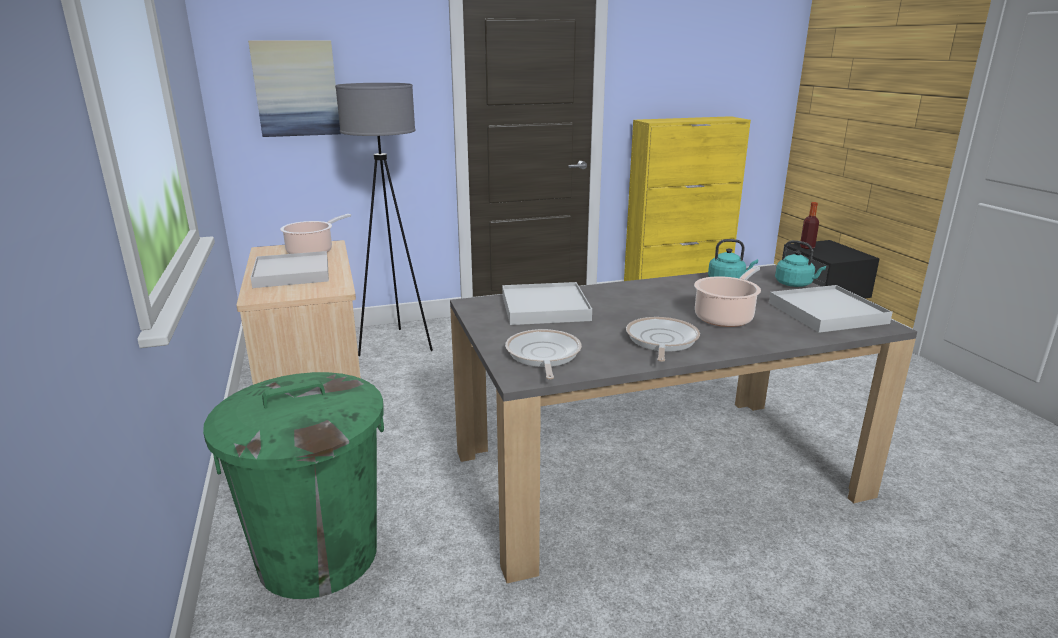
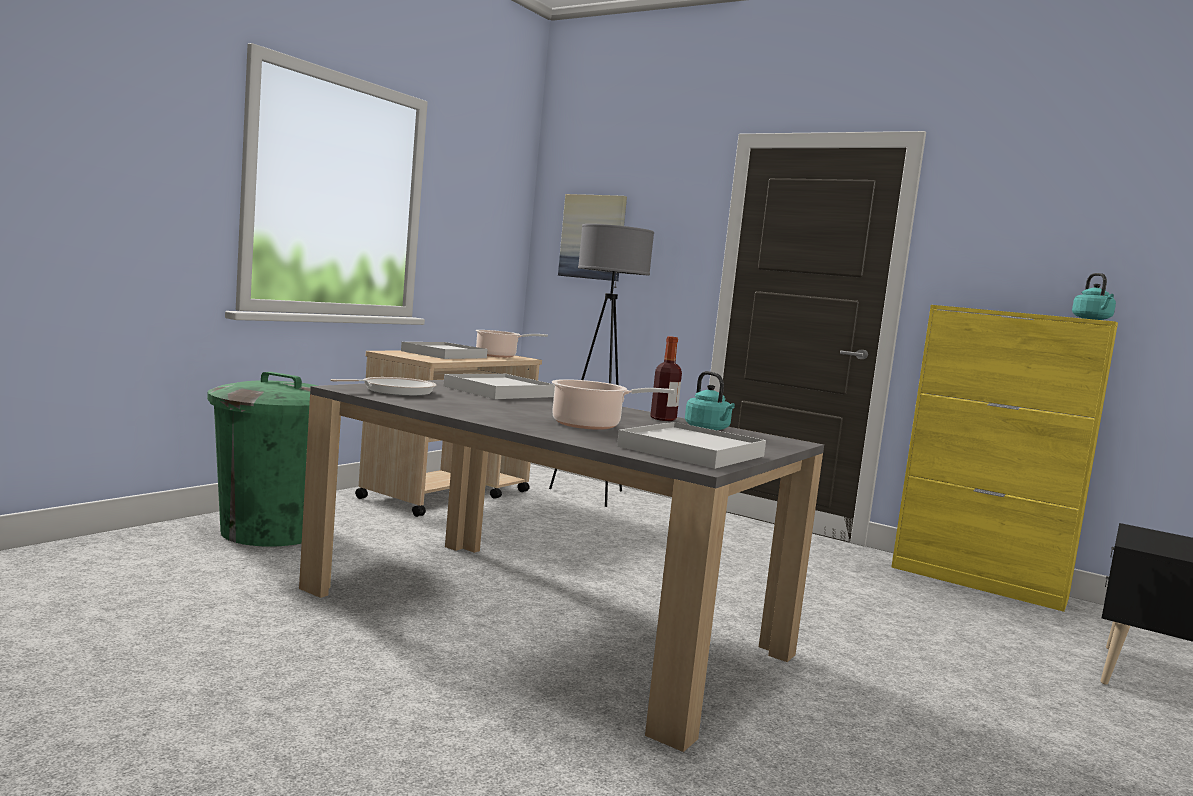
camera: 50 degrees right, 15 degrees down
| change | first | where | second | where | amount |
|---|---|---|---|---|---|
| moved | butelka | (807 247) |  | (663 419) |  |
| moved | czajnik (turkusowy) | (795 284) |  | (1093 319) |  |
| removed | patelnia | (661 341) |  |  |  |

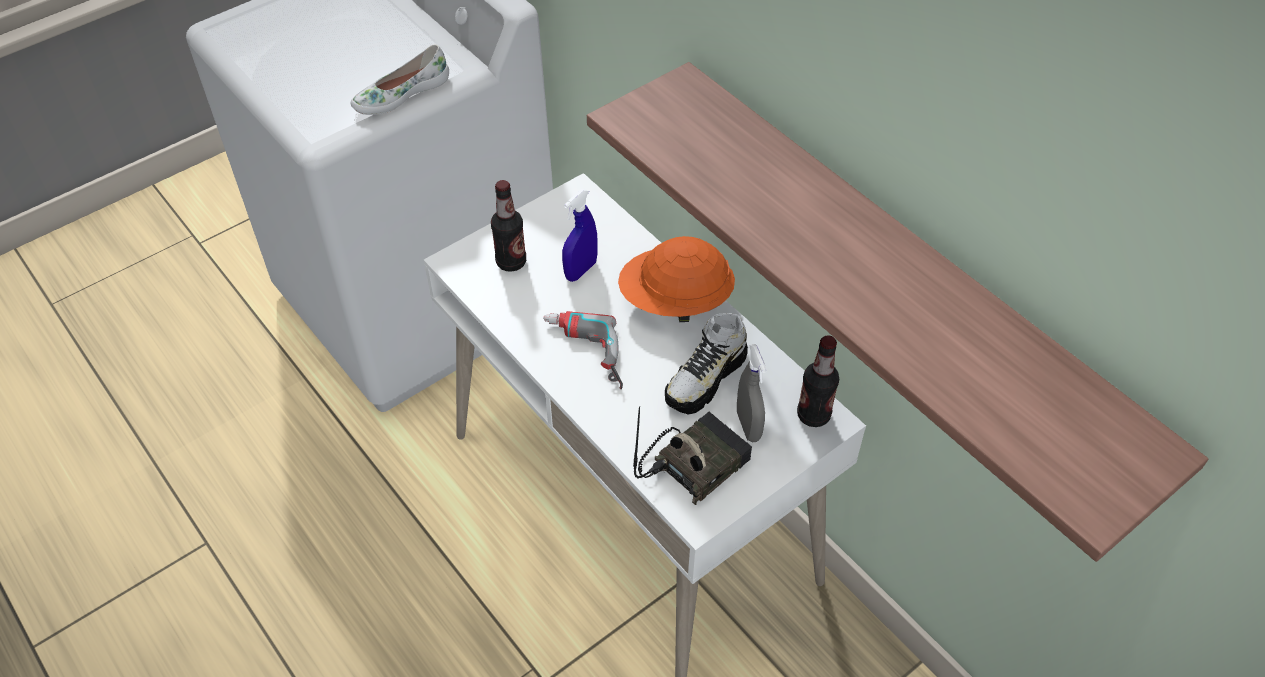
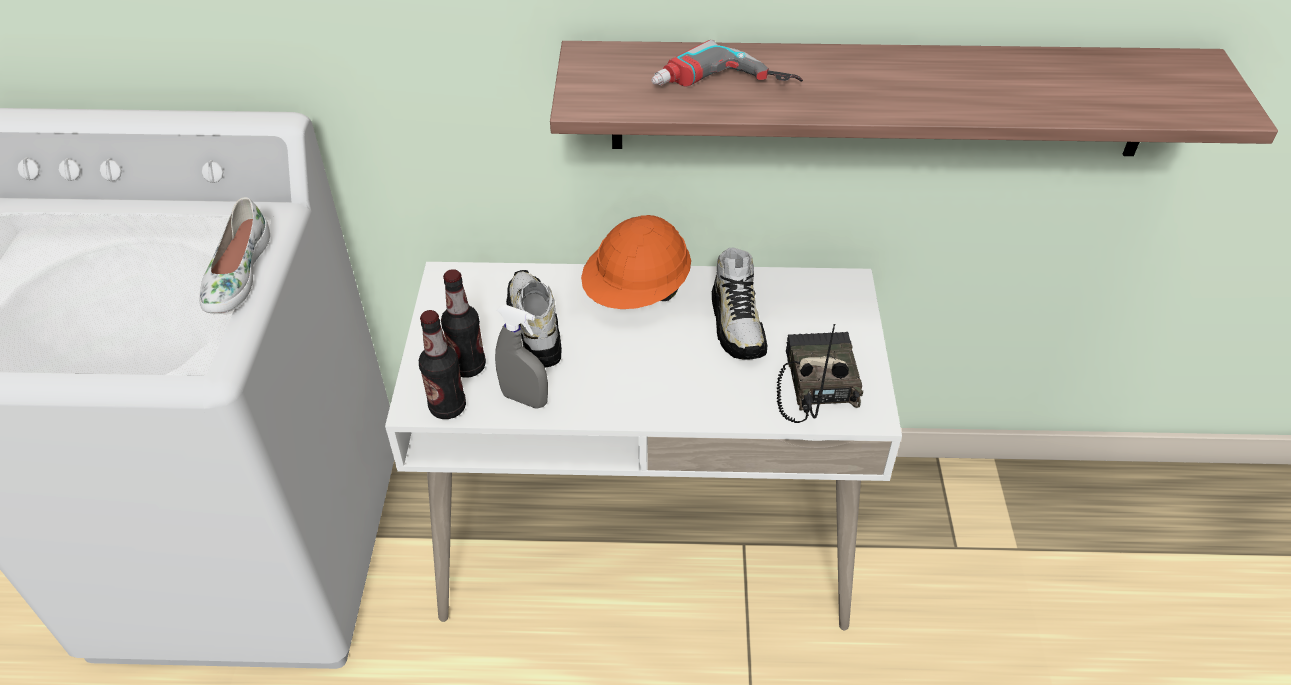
camera: 50 degrees left, 5 degrees down
| change | first | where | second | where | amount |
|---|---|---|---|---|---|
| moved | butelka | (813 415) |  | (448 407) |  |
| moved | spryskiwacz (szary) | (748 426) |  | (524 399) |  |
| replaced | spryskiwacz (niebieski) | (580 270) | but | (534 328) |  |
| moved | wiertarka | (582 355) |  | (723 88) |  |

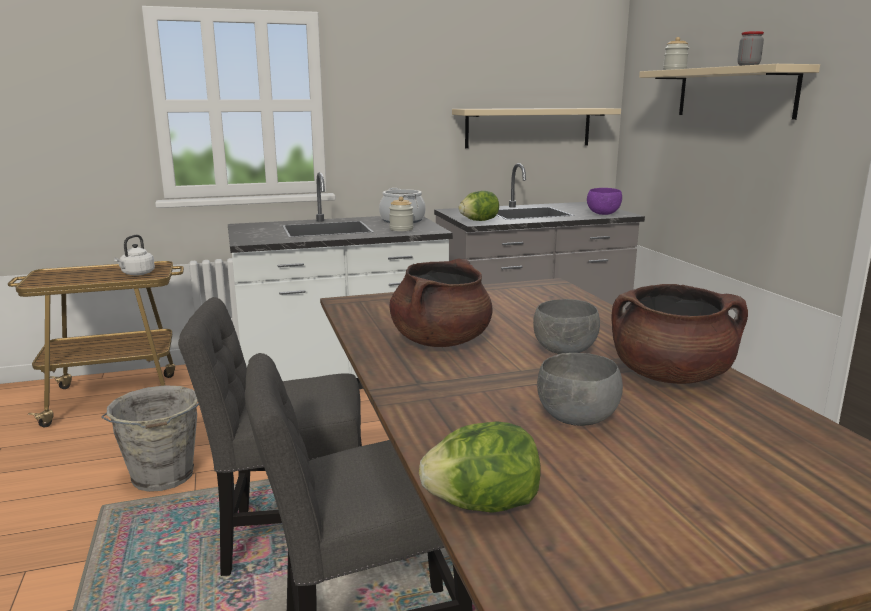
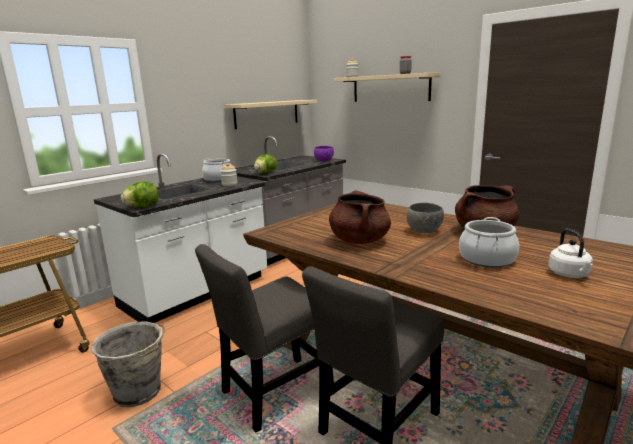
camera: 30 degrees left, 0 degrees up
| change | first | where | second | where | amount |
|---|---|---|---|---|---|
| moved | sałata | (483 505) |  | (143 207) |  |
| replaced | miska (szary) | (577 420) | garnek | (487 259) |  |
| moved | czajnik (biały) | (137 274) |  | (570 275) |  |

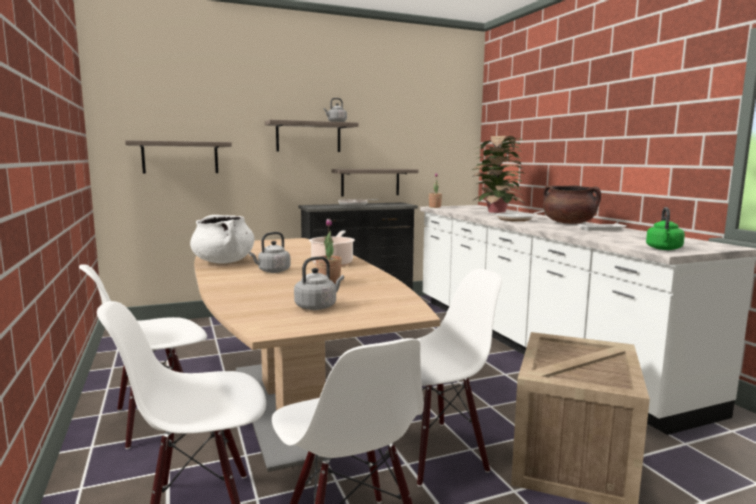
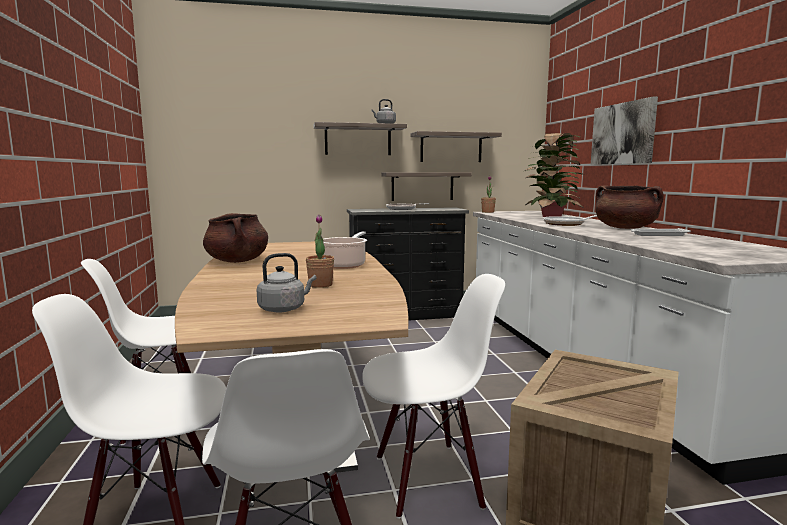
camera: 10 degrees right, 0 degrees up
| change | first | where | second | where | amount |
|---|---|---|---|---|---|
| recoloured | garnek (biały) | (224 262) | garnek (brązowy) | (237 261) |  |
| moved | półka | (180 157) |  | (451 148) |  |
| added |  |  | obraz | (623 133) |  |
| removed | czajnik (szary) | (272 271) |  |  |  |
| removed | czajnik (zielony) | (664 249) |  |  |  |

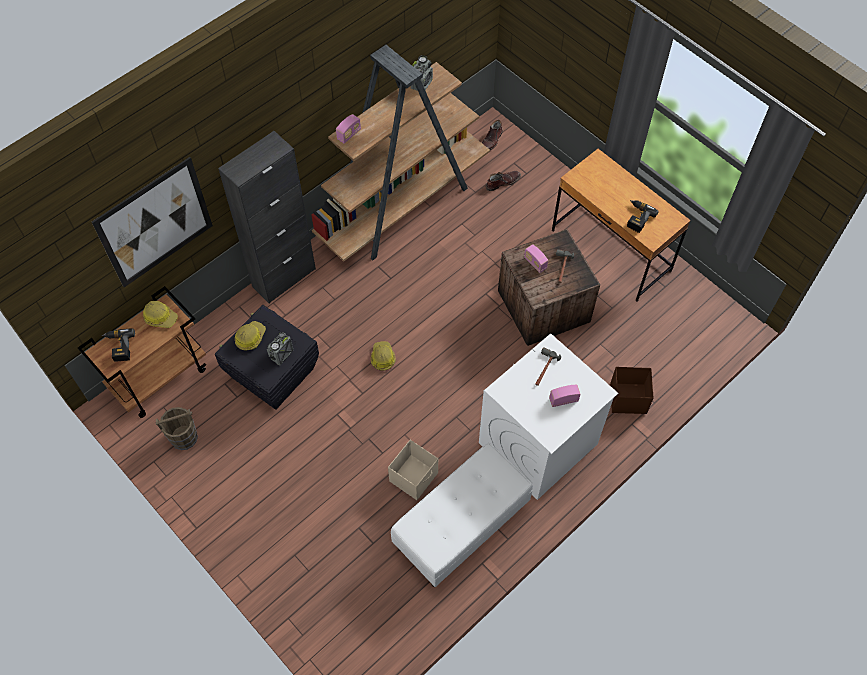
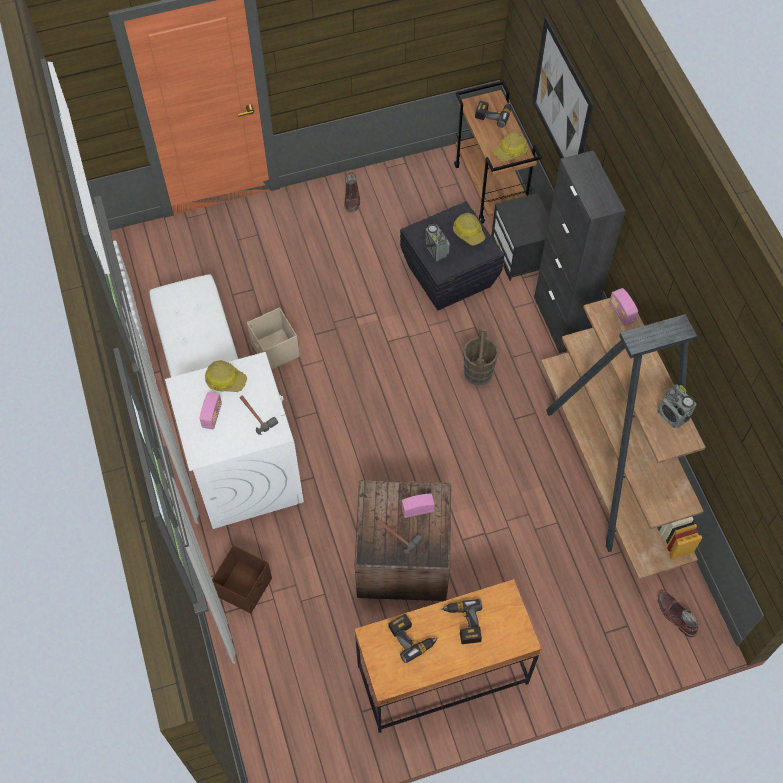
camera: 115 degrees right, 0 degrees up
| change | first | where | second | where | amount |
|---|---|---|---|---|---|
| moved | kask | (382 358) |  | (225 380) |  |
| moved | but z cholewką (brązowy) | (502 182) |  | (352 198) |  |
| added |  |  | wiertarka | (462 623) |  |
| moved | wiadro (brązowy) | (184 437) |  | (478 373) |  |
| added |  |  | szafka nocna (czarny) | (521 255) |  |

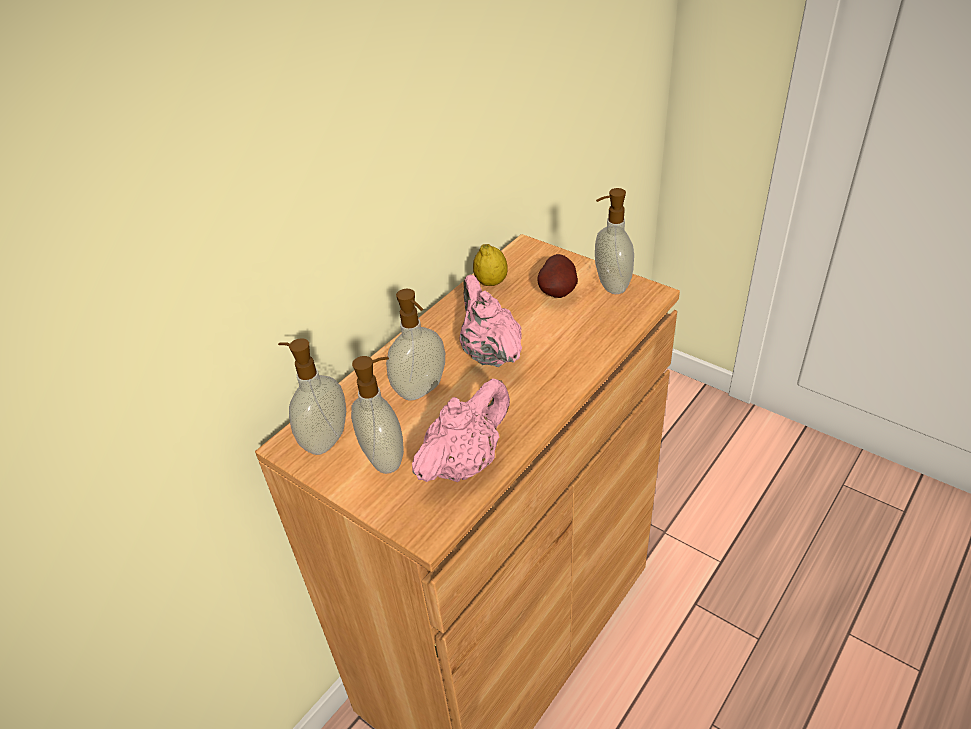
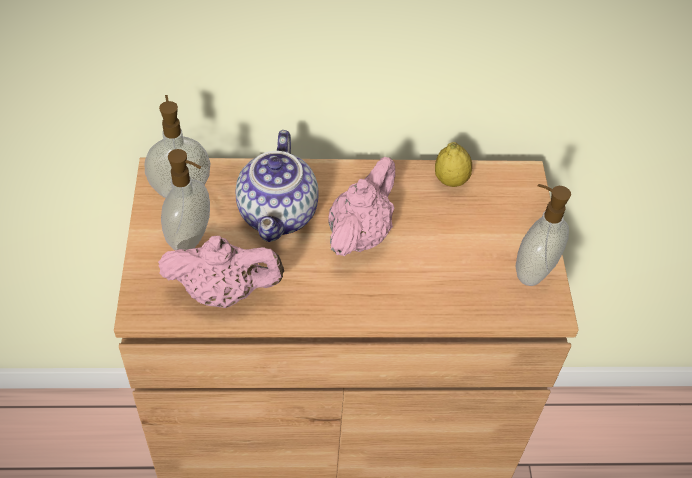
camera: 45 degrees right, 10 degrees up
| change | first | where | second | where | amount |
|---|---|---|---|---|---|
| replaced | dozownik mydła | (422 390) | imbryk | (279 215) |  |
| removed | ziemniak | (559 292) |  |  |  |

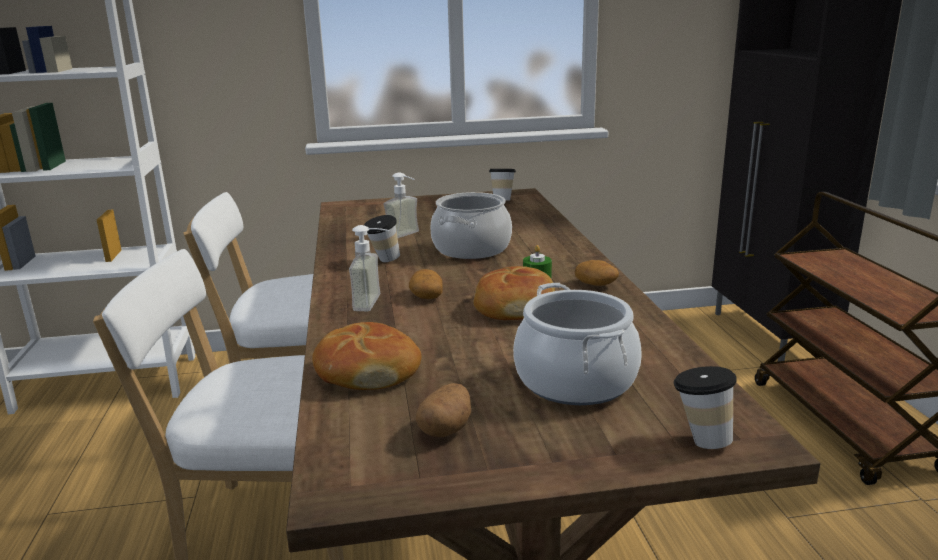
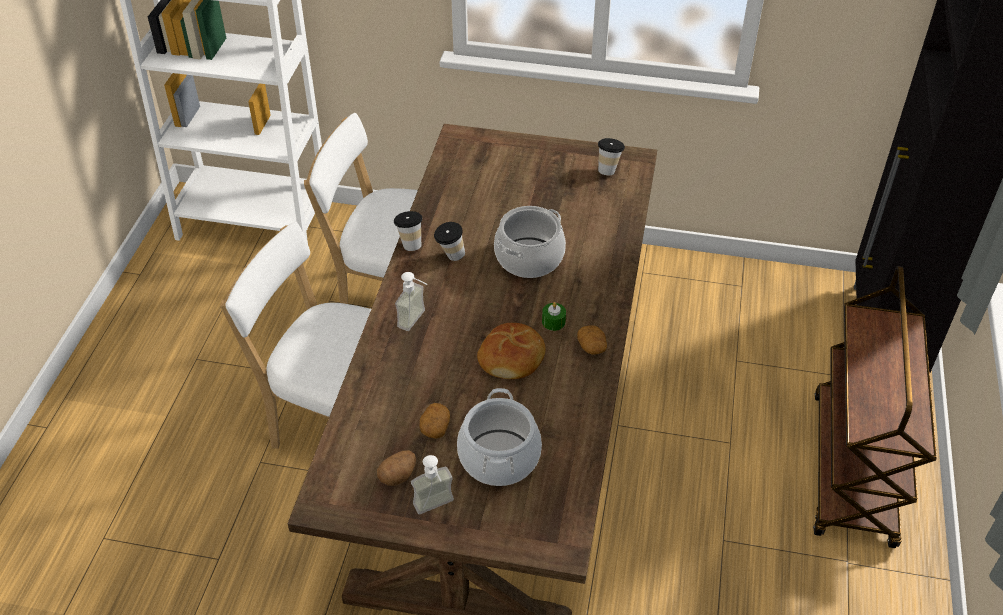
camera: 20 degrees right, 25 degrees up
| change | first | where | second | where | amount |
|---|---|---|---|---|---|
| moved | filiżanka | (700 439) |  | (410 244) |  |
| moved | dozownik mydła | (407 236) |  | (436 508) |  |
| moved | ziemniak | (426 295) |  | (435 427) |  |
| removed | chleb | (367 371) |  |  |  |

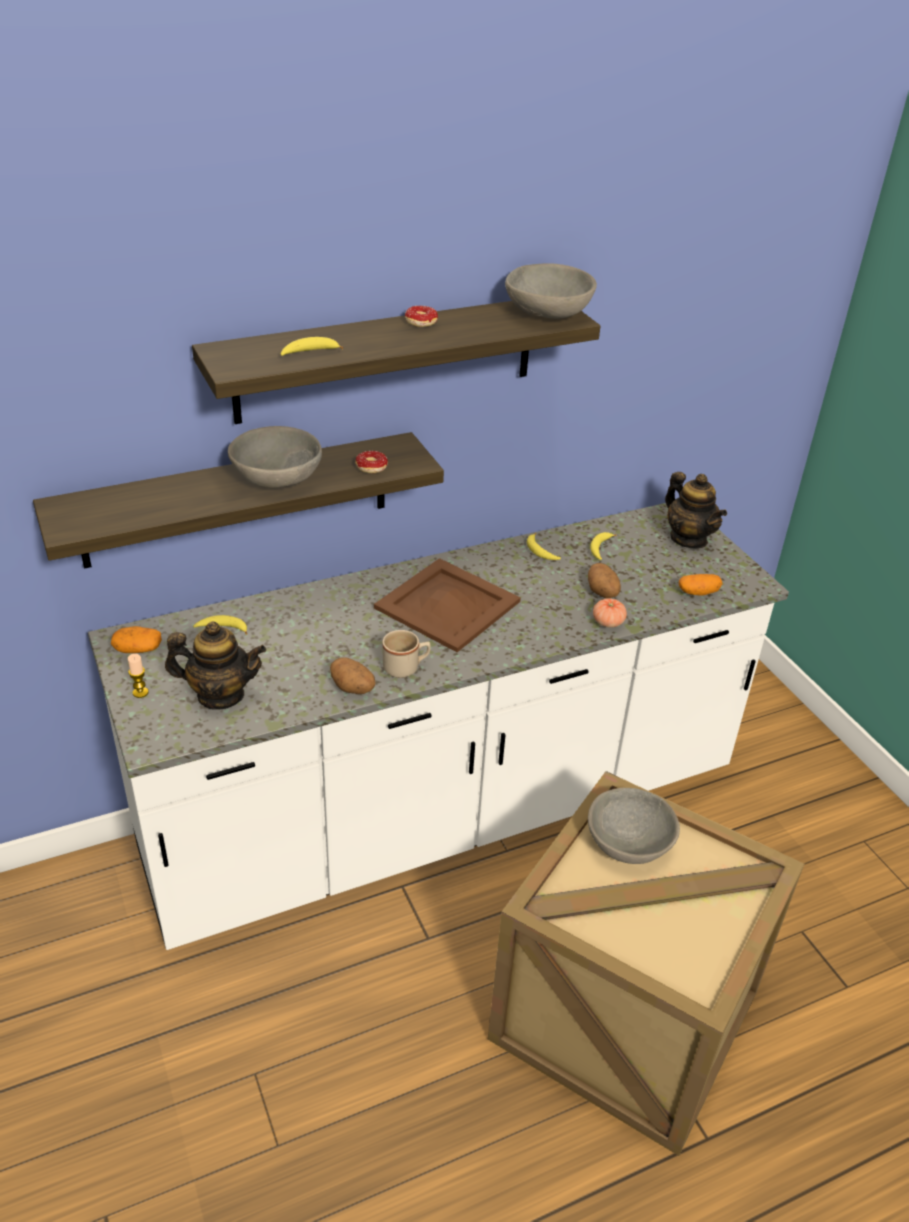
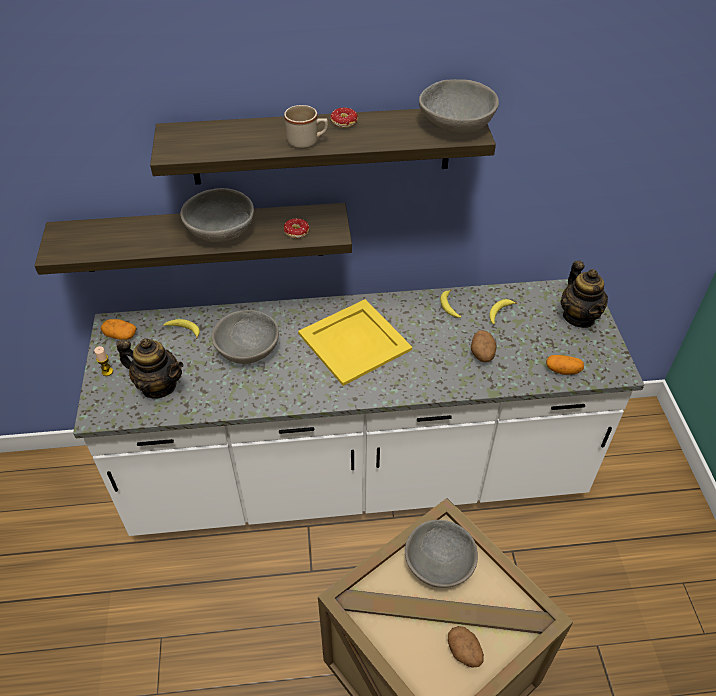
camera: 20 degrees right, 10 degrees up
| change | first | where | second | where | amount |
|---|---|---|---|---|---|
| added |  |  | miska (szary) | (249 349) |  |
| moved | kubek (beżowy) | (406 668) |  | (307 142) |  |
| recoloured | taca (brązowy) | (447 604) | taca (żółty) | (354 341) |  |
| moved | ziemniak | (353 688) |  | (464 652) |  |
| removed | banan | (309 353) |  |  |  |
| removed | pomidor | (608 622) |  |  |  |

